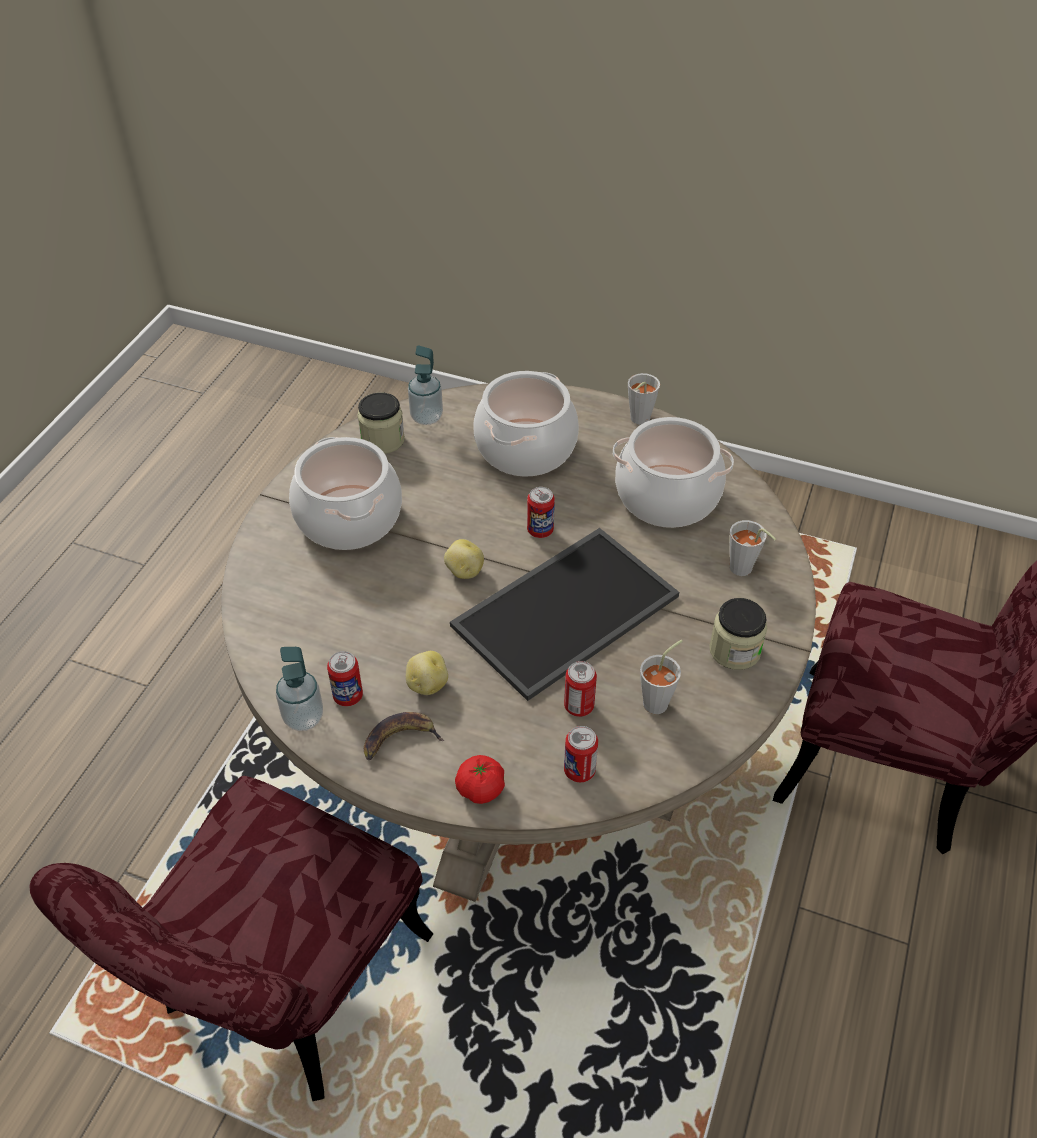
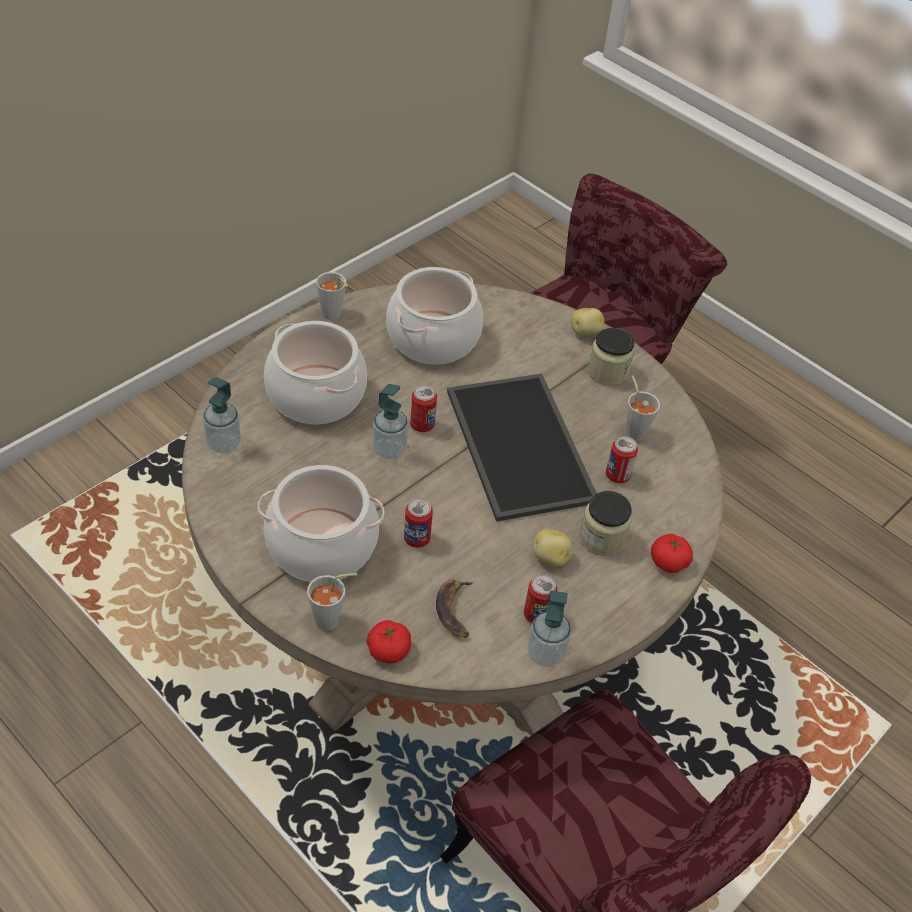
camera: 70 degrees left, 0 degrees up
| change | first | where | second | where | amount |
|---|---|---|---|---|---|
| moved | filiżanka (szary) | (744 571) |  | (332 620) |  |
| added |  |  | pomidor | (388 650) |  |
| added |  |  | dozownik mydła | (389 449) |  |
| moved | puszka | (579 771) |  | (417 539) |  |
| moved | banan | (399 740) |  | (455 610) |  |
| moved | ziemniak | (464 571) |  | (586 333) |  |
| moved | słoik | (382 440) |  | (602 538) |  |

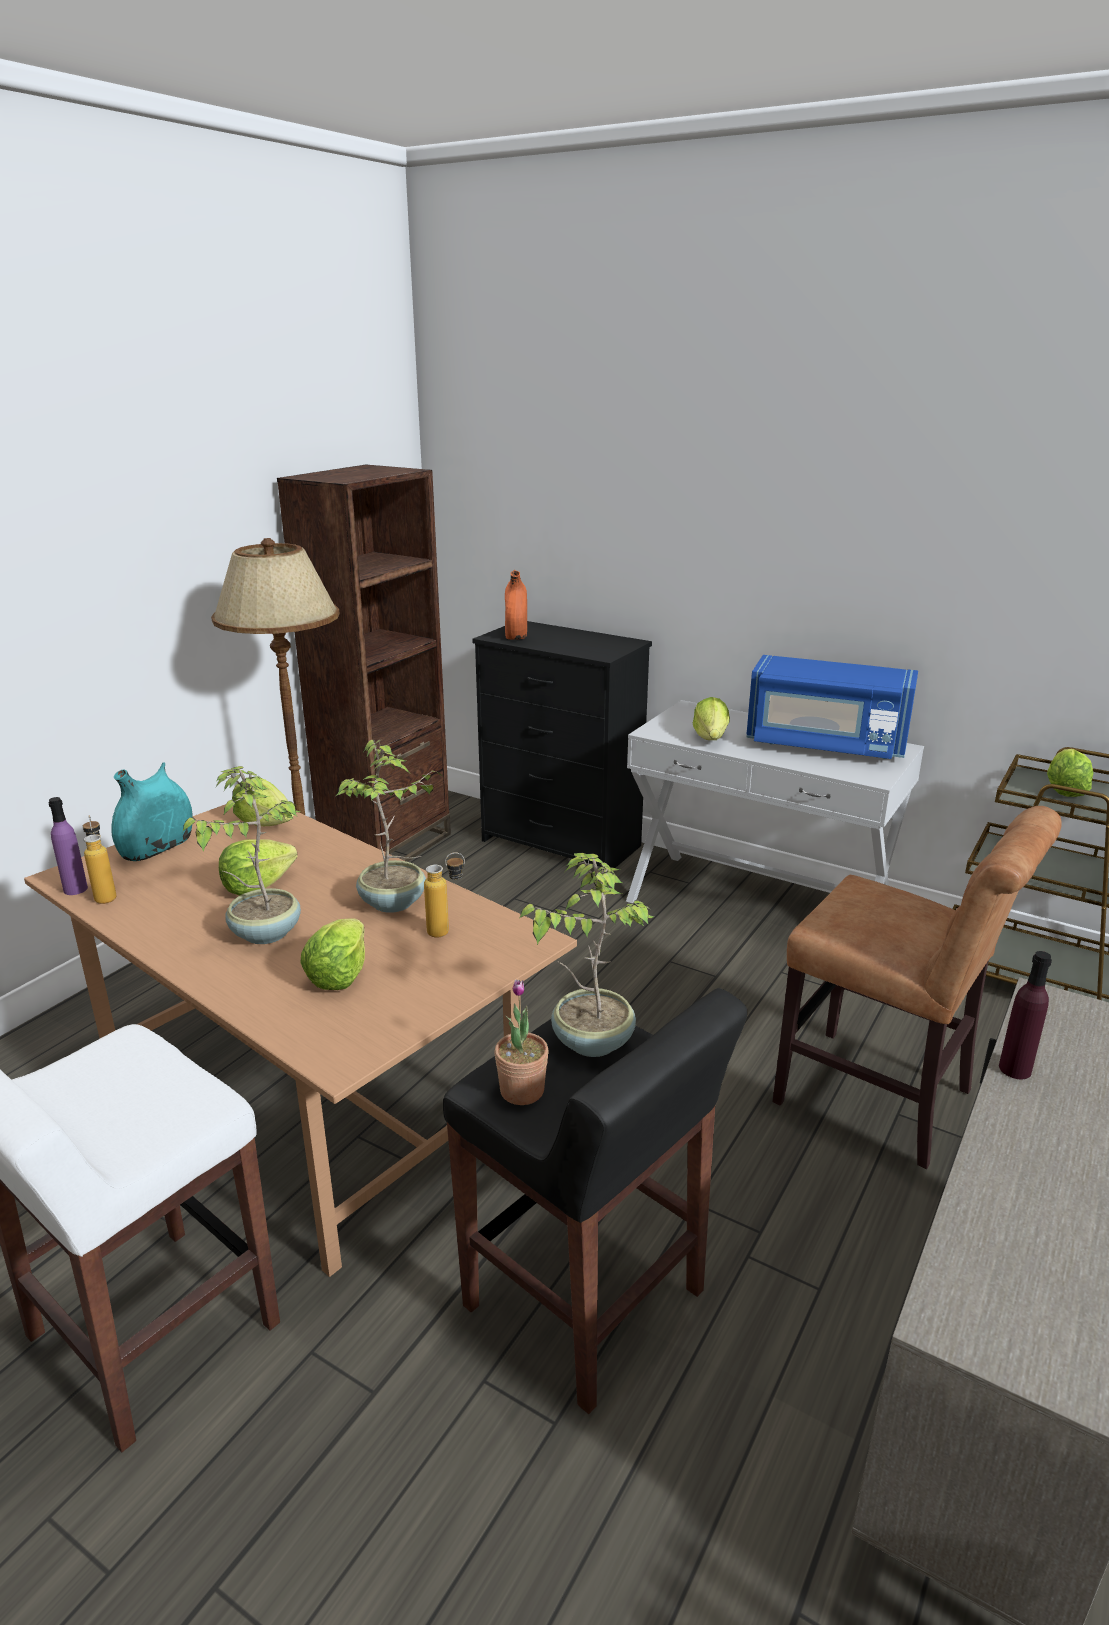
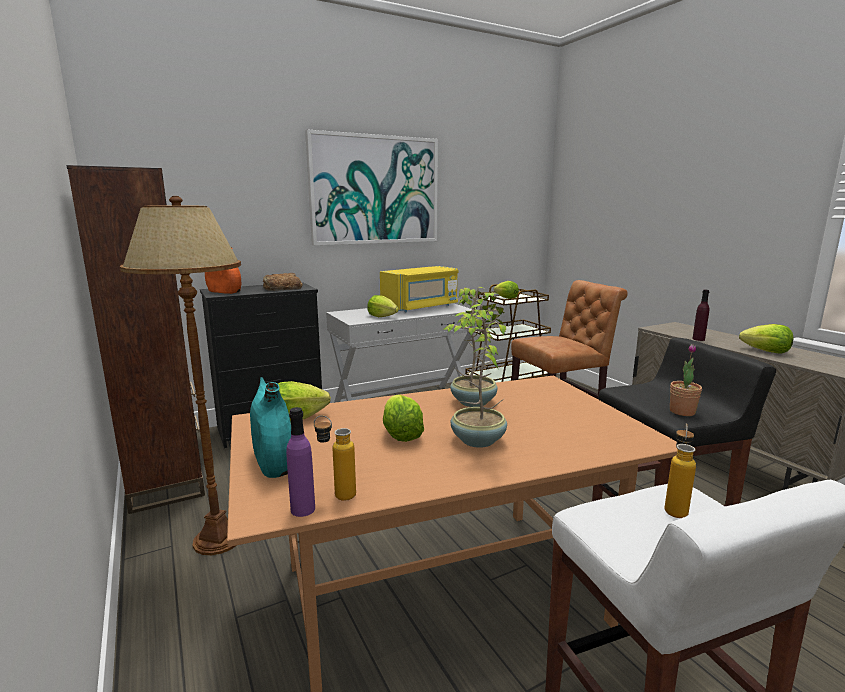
camera: 60 degrees left, 10 degrees down
| change | first | where | second | where | amount |
|---|---|---|---|---|---|
| added |  |  | chleb | (281 288) |  |
| added |  |  | obraz | (375 190) |  |
| recoloured | mikrofalówka (niebieski) | (825 744) | mikrofalówka (żółty) | (421 307) |  |
| moved | butelka | (447 932) |  | (675 508) |  |
| moved | sałata | (339 975) |  | (766 351) |  |
| removed | roślina doniczkowa | (591 1040) |  |  |  |

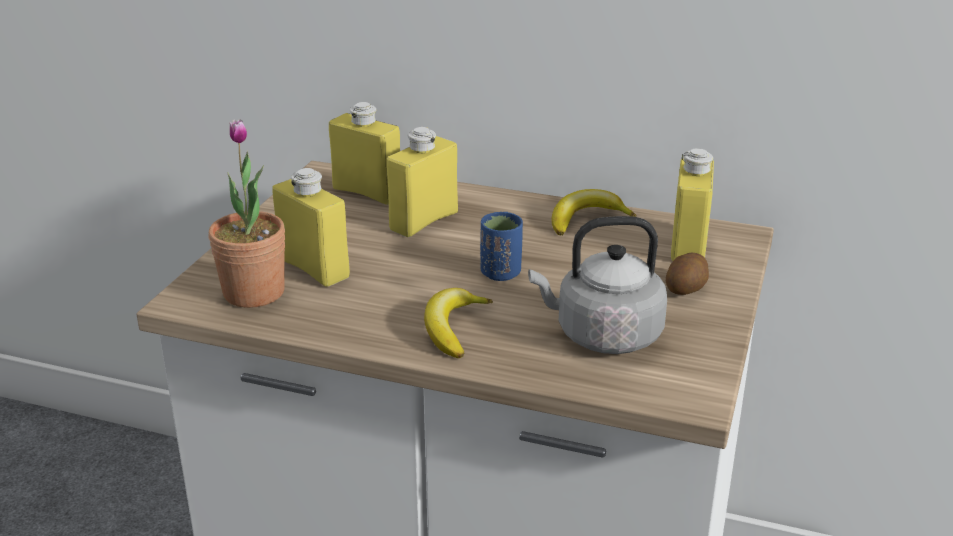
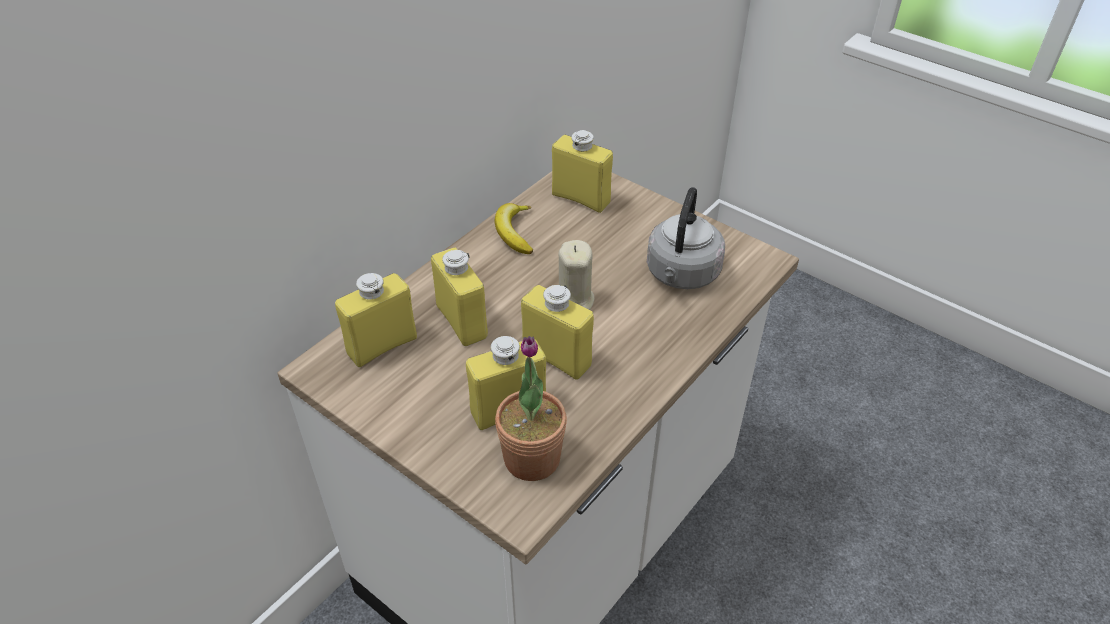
camera: 70 degrees left, 15 degrees up
| change | first | where | second | where | amount |
|---|---|---|---|---|---|
| added |  |  | butelka (żółty) | (556 358) |  |
| replaced | filiżanka (niebieski) | (500 273) | świeca (beżowy) | (573 300) |  |
| removed | banan | (453 328) |  |  |  |
| removed | ziemniak | (686 289) |  |  |  |

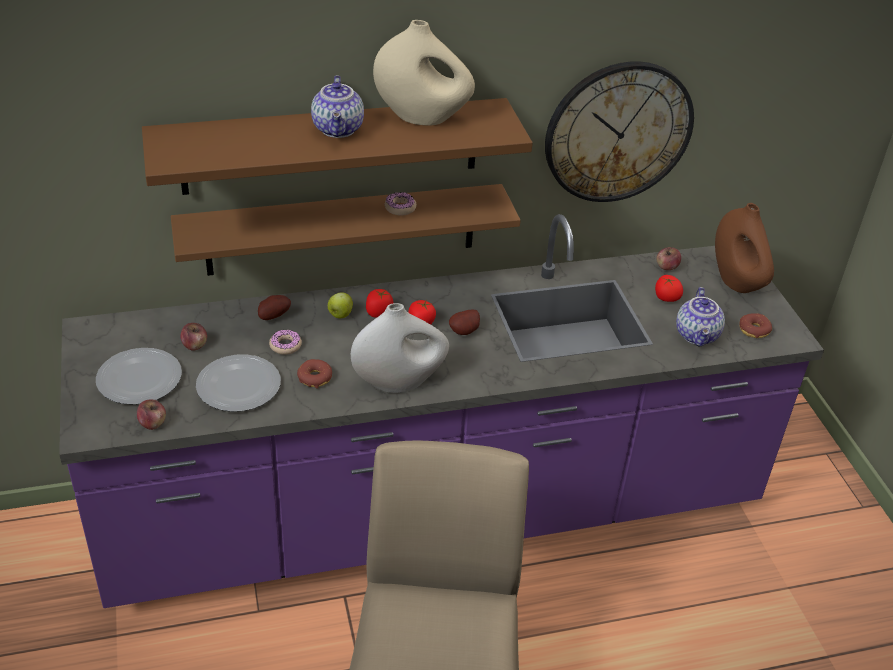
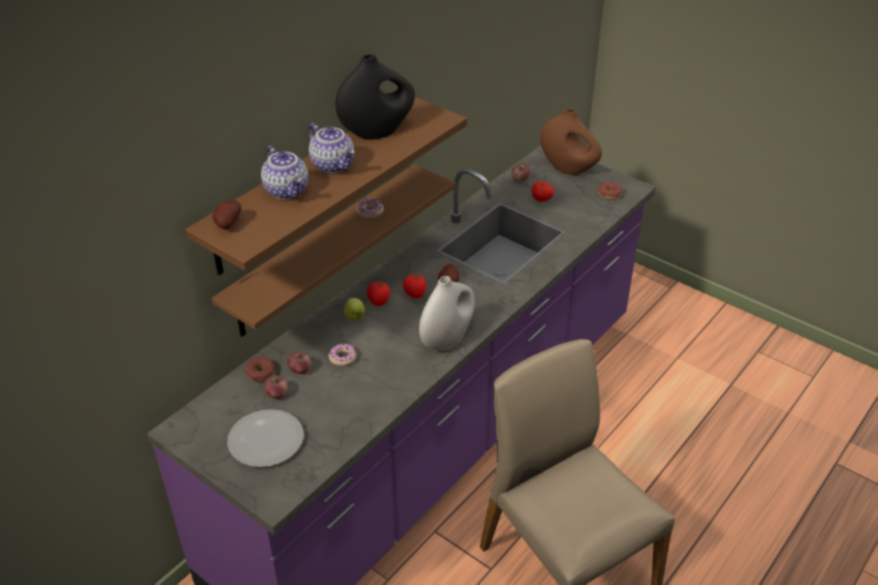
camera: 35 degrees left, 0 degrees up
| change | first | where | second | where | amount |
|---|---|---|---|---|---|
| moved | ziemniak | (273 316) |  | (227 224) |  |
| moved | donut | (315 378) |  | (260 373) |  |
| moved | imbryk | (698 335) |  | (288 191) |  |
| moved | jabłko | (153 423) |  | (300 369) |  |
| recoloured | wazon (beżowy) | (422 118) | wazon (czarny) | (377 132) |  |
| removed | talerz | (239 385) |  |  |  |
| removed | zegar ścienny | (618 132) |  |  |  |

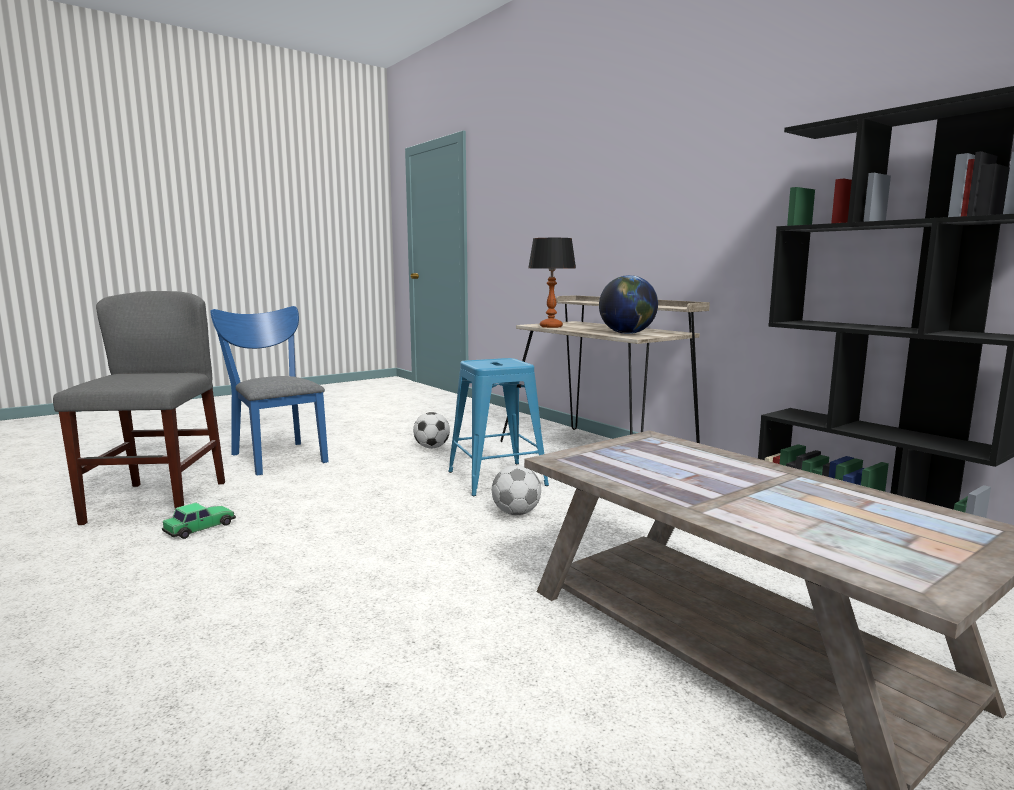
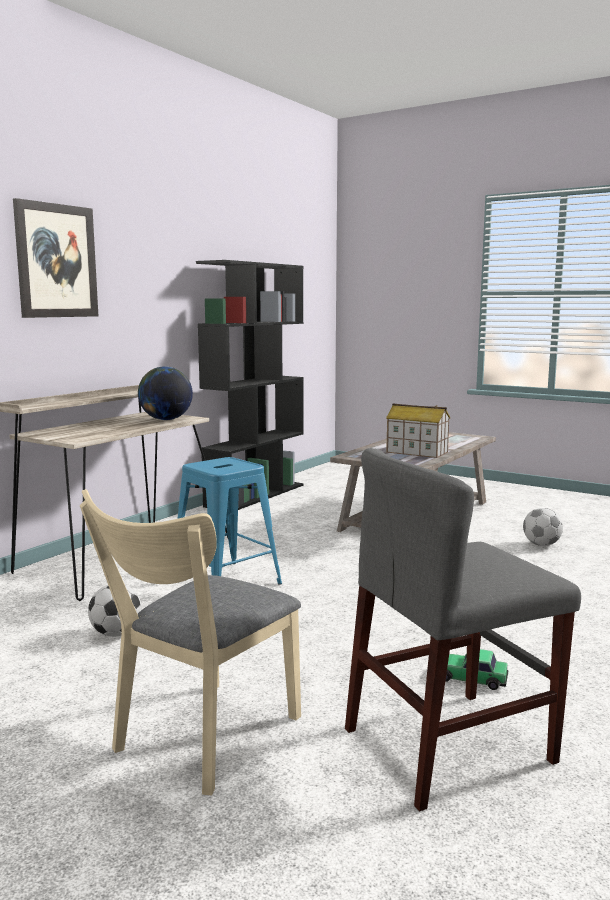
camera: 110 degrees left, 0 degrees up
| change | first | where | second | where | amount |
|---|---|---|---|---|---|
| added |  |  | obraz | (56 261) |  |
| recoloured | krzesło (niebieski) | (277 456) | krzesło (beżowy) | (200 740) |  |
| added |  |  | domek | (416 452) |  |
| moved | piłka futbolowa | (516 513) |  | (541 545) |  |
| removed | lampa stołowa | (550 327) |  |  |  |

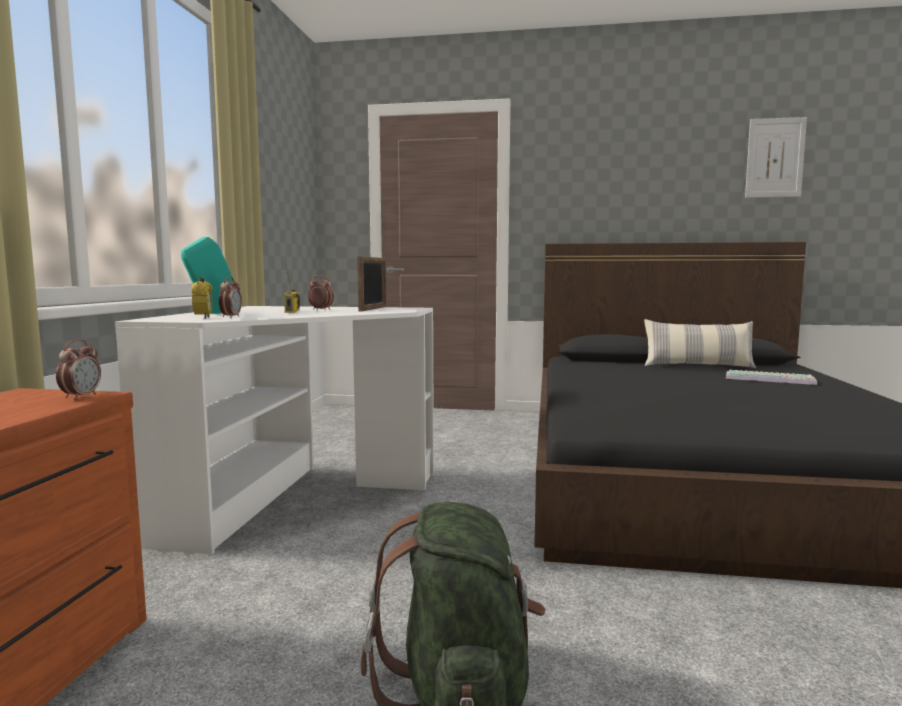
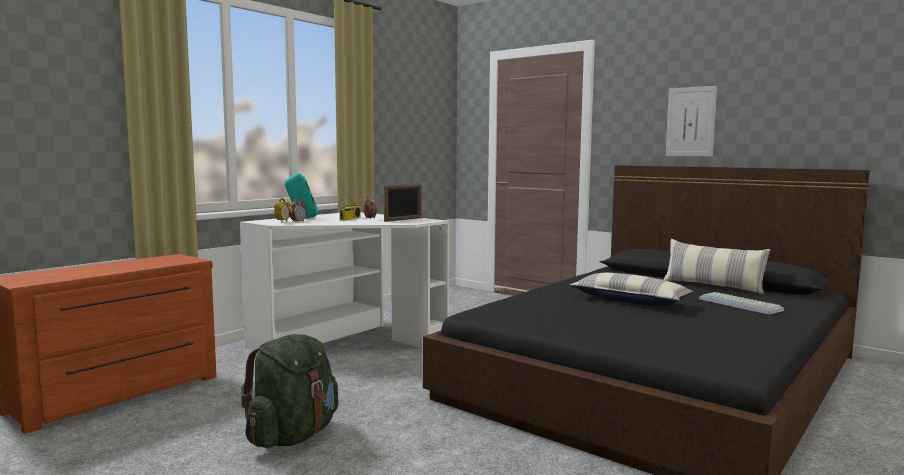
camera: 30 degrees right, 0 degrees up
| change | first | where | second | where | amount |
|---|---|---|---|---|---|
| added |  |  | poduszka | (630 301) |  |
| moved | obraz | (775 158) |  | (690 122) |  |
| removed | budzik | (81 397) |  |  |  |

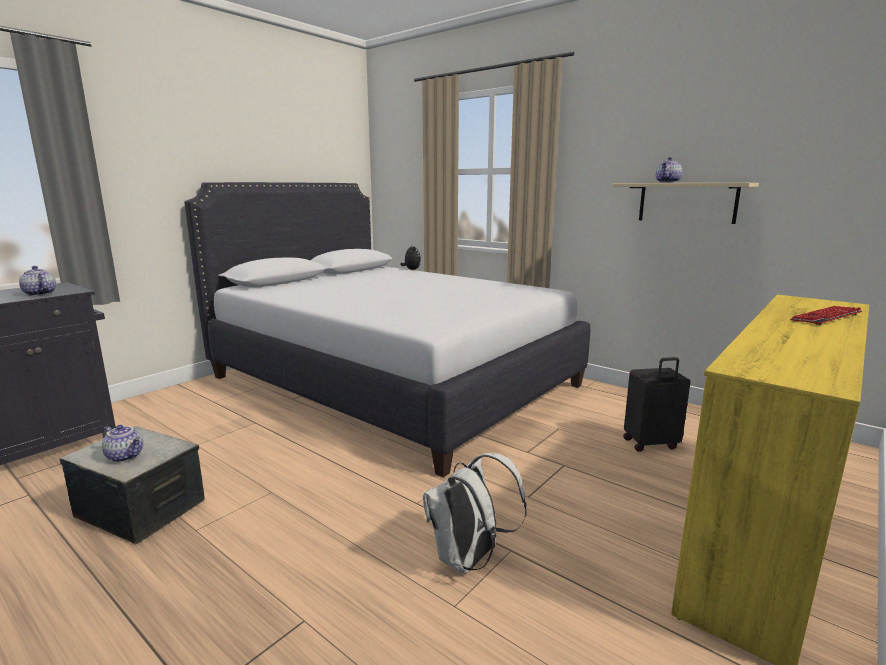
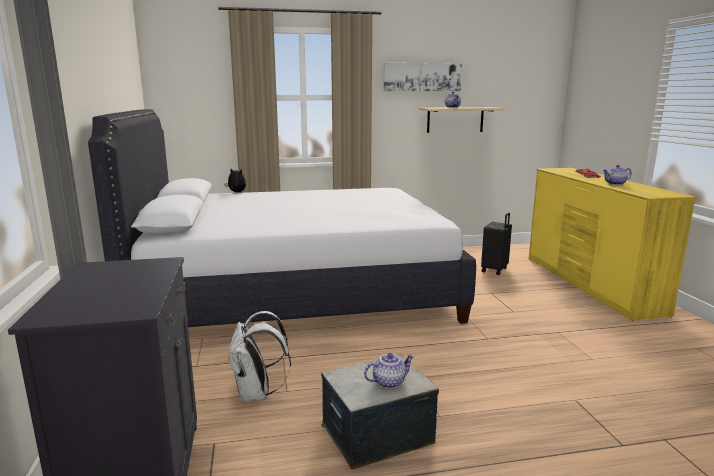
camera: 50 degrees left, 0 degrees up
| change | first | where | second | where | amount |
|---|---|---|---|---|---|
| moved | plecak (biały) | (469 559) |  | (257 394) |  |
| added |  |  | obraz | (422 77) |  |
| moved | imbryk | (39 294) |  | (615 184) |  |

